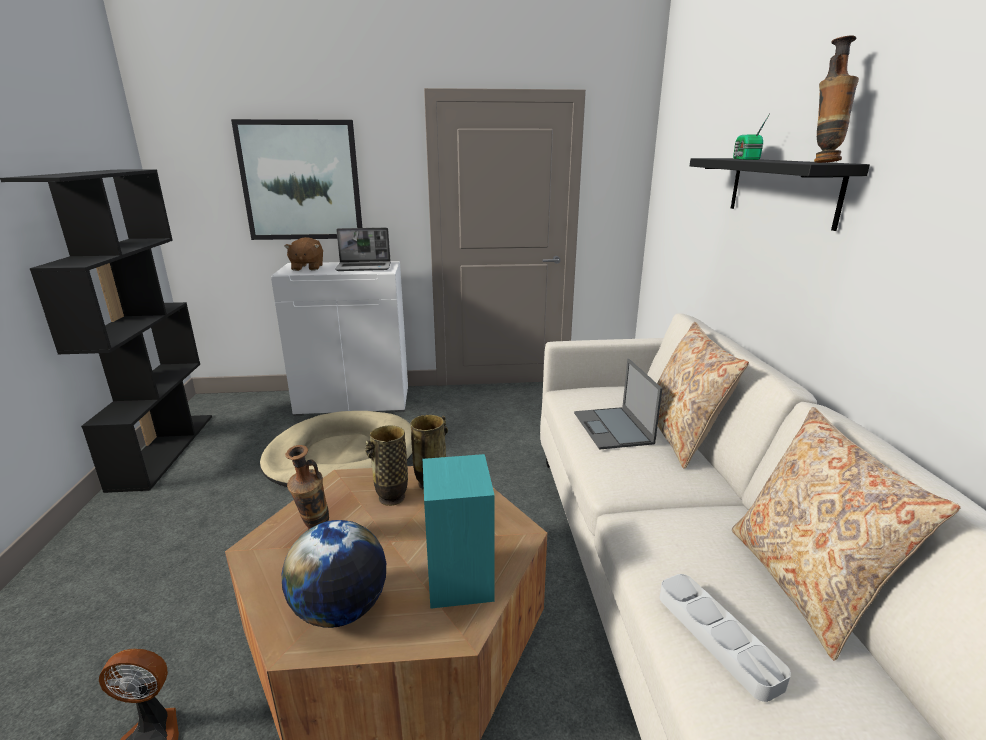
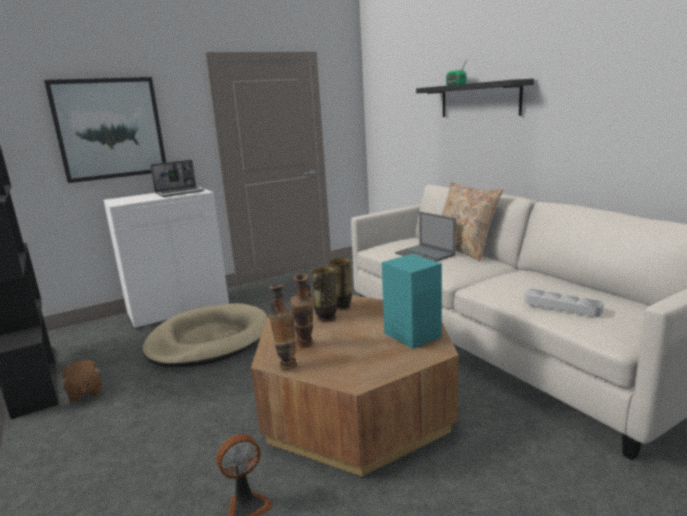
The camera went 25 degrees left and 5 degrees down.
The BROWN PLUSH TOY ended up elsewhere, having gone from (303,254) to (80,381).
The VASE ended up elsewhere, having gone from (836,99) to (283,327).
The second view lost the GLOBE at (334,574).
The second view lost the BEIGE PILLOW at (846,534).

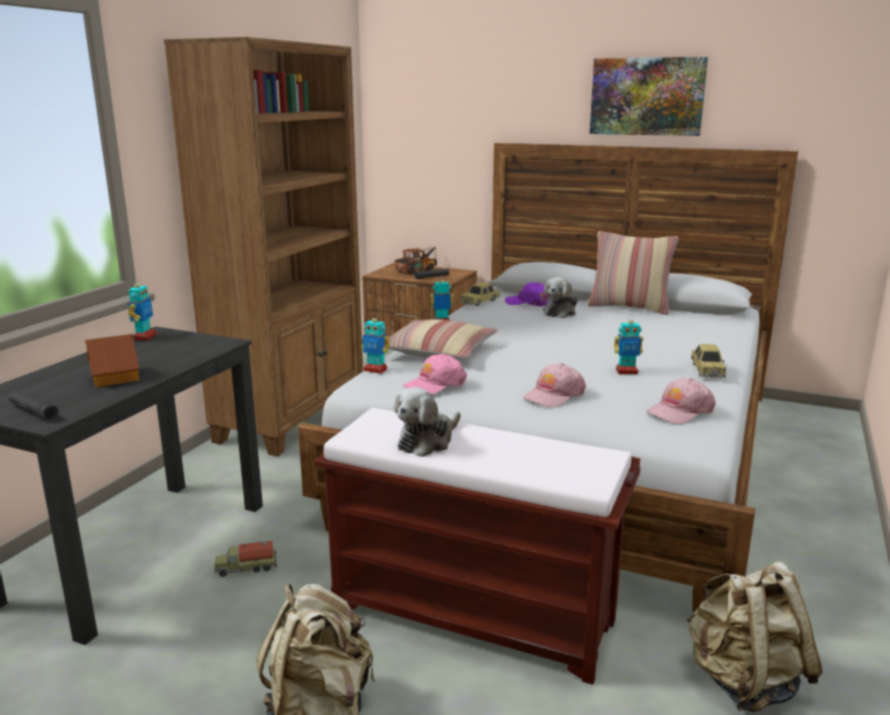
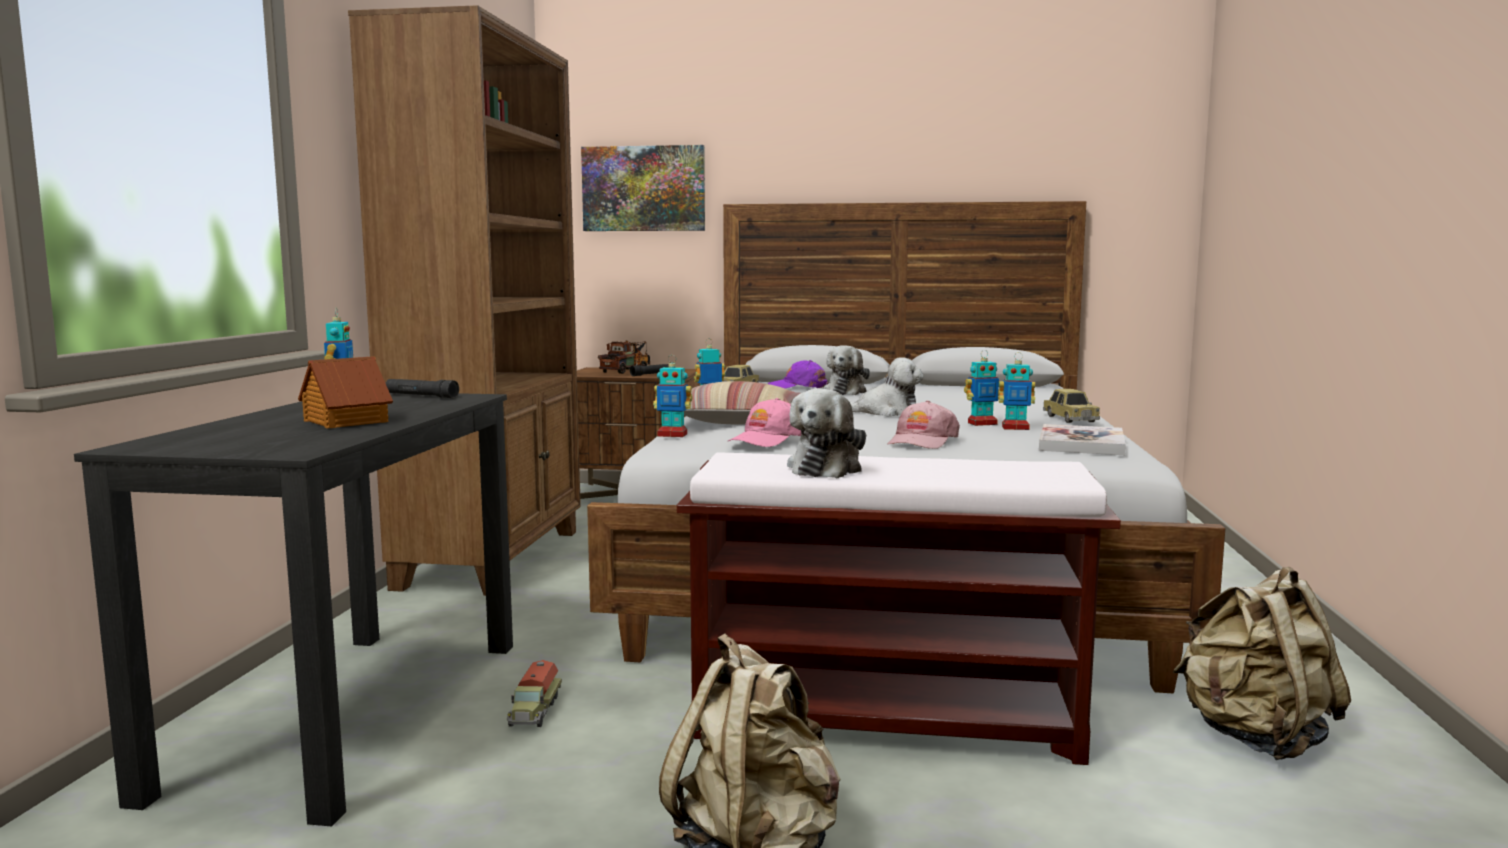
The camera went 15 degrees left and 10 degrees down.
The BLACK FLASHLIGHT ended up elsewhere, having gone from (34,406) to (422,388).
The TOY TRUCK at (245,559) ended up facing another way, 60 degrees counterclockwise from before.
The PICTURE ended up elsewhere, having gone from (649,96) to (643,188).
The second view gained the PLUSH TOY at (886,387).
The second view gained the TOY ROBOT at (1016,391).
Where the PINK CAP stood at (681,401), the BOOK came to stand at (1082,439).
The second view lost the PILLOW at (633,273).

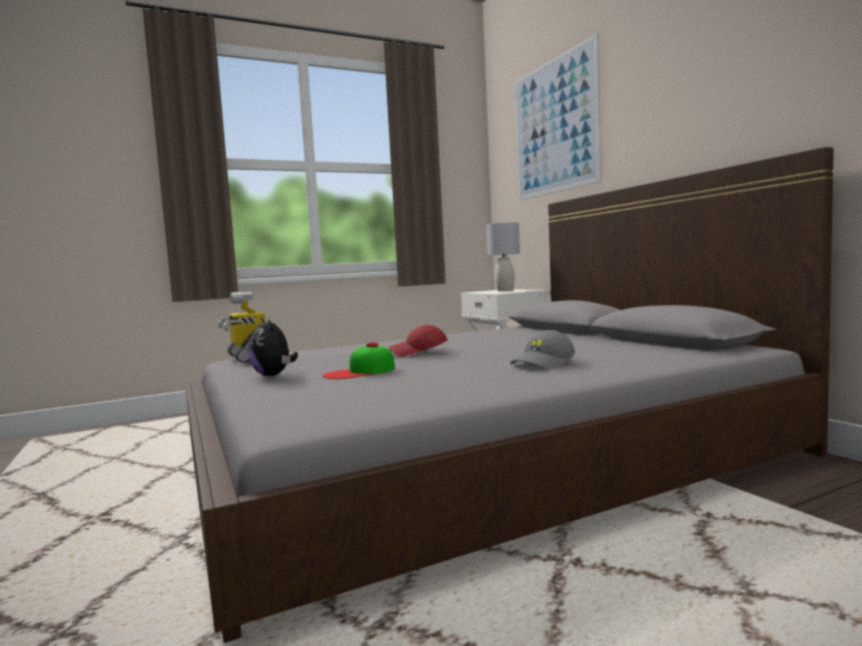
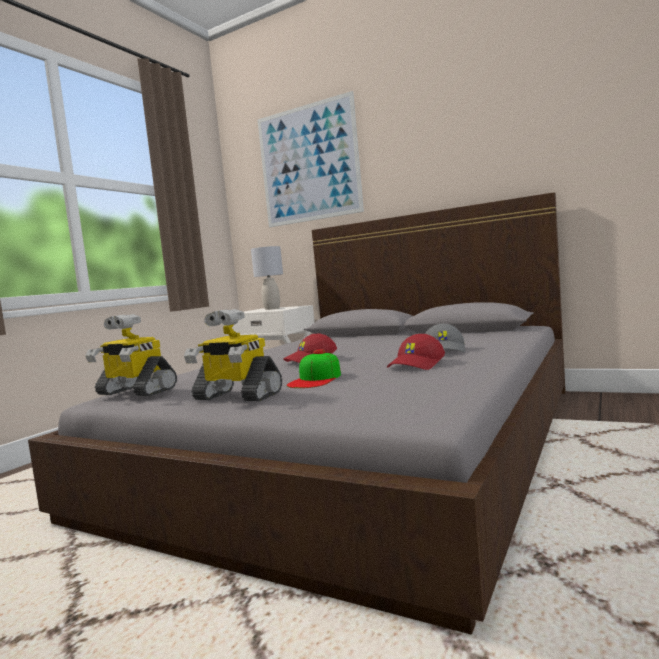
The camera went 35 degrees left and 0 degrees up.
Where the PLUSH TOY stood at (273,347), the TOY ROBOT came to stand at (233,355).
The second view gained the RED CAP at (416,352).

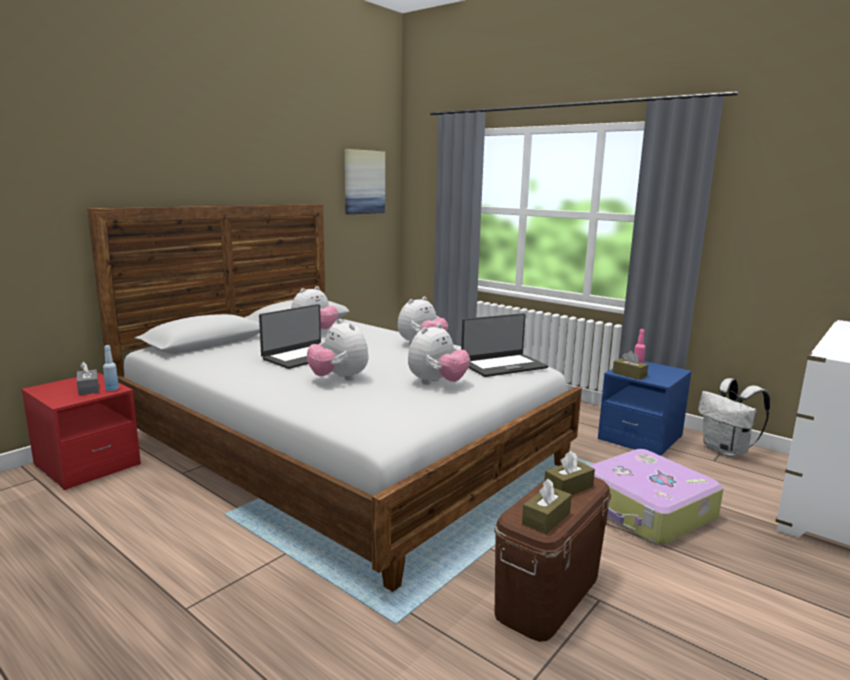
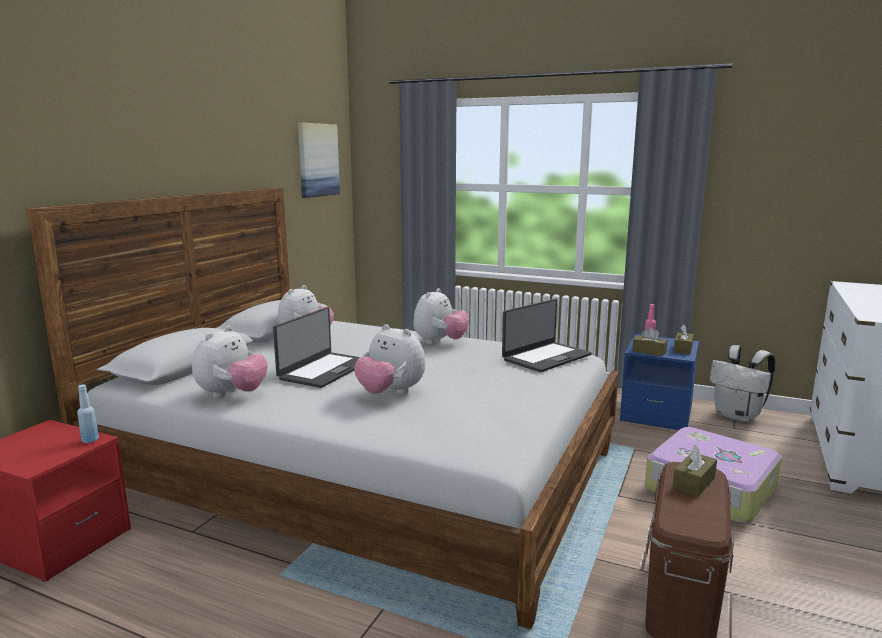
The camera went 15 degrees left and 0 degrees up.
The PLUSH TOY ended up elsewhere, having gone from (439,354) to (230,362).
The BROWN TISSUE BOX ended up elsewhere, having gone from (547,506) to (684,339).
The second view lost the GREY TISSUE BOX at (88,378).

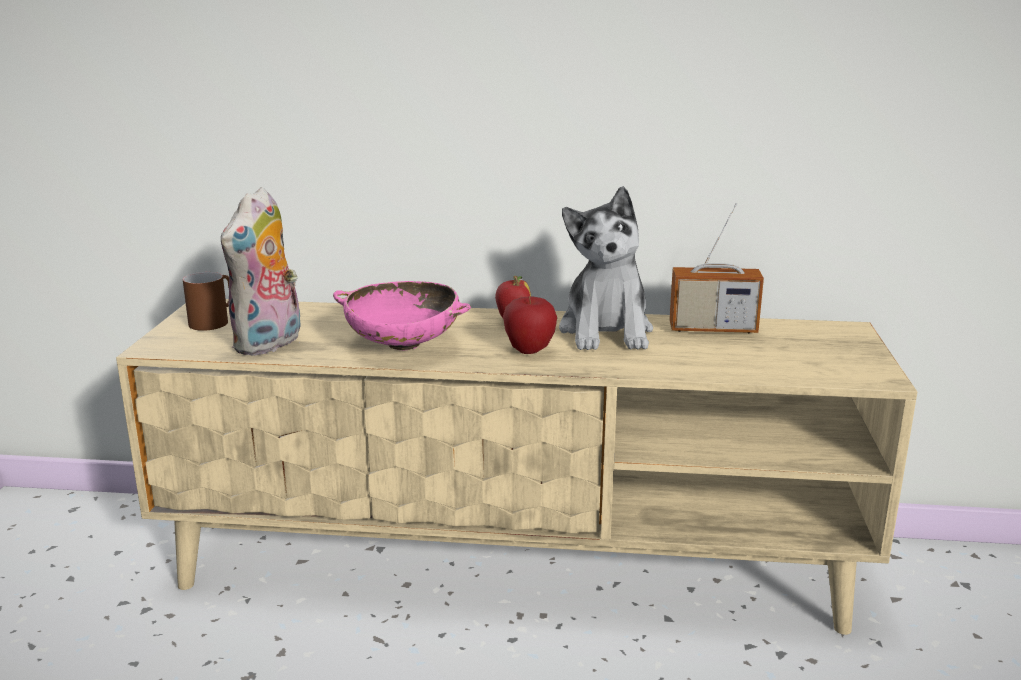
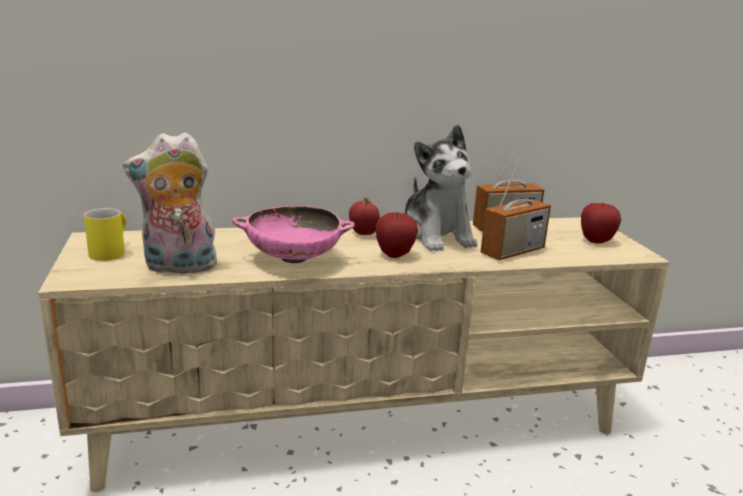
The camera went 20 degrees left and 0 degrees up.
What was the BROWN MUG at (206,301) turned into the YELLOW MUG at (105,234).
The PLUSH TOY at (261,271) ended up facing another way, 75 degrees clockwise from before.
The second view gained the RADIO at (515,205).
The second view gained the APPLE at (601,223).

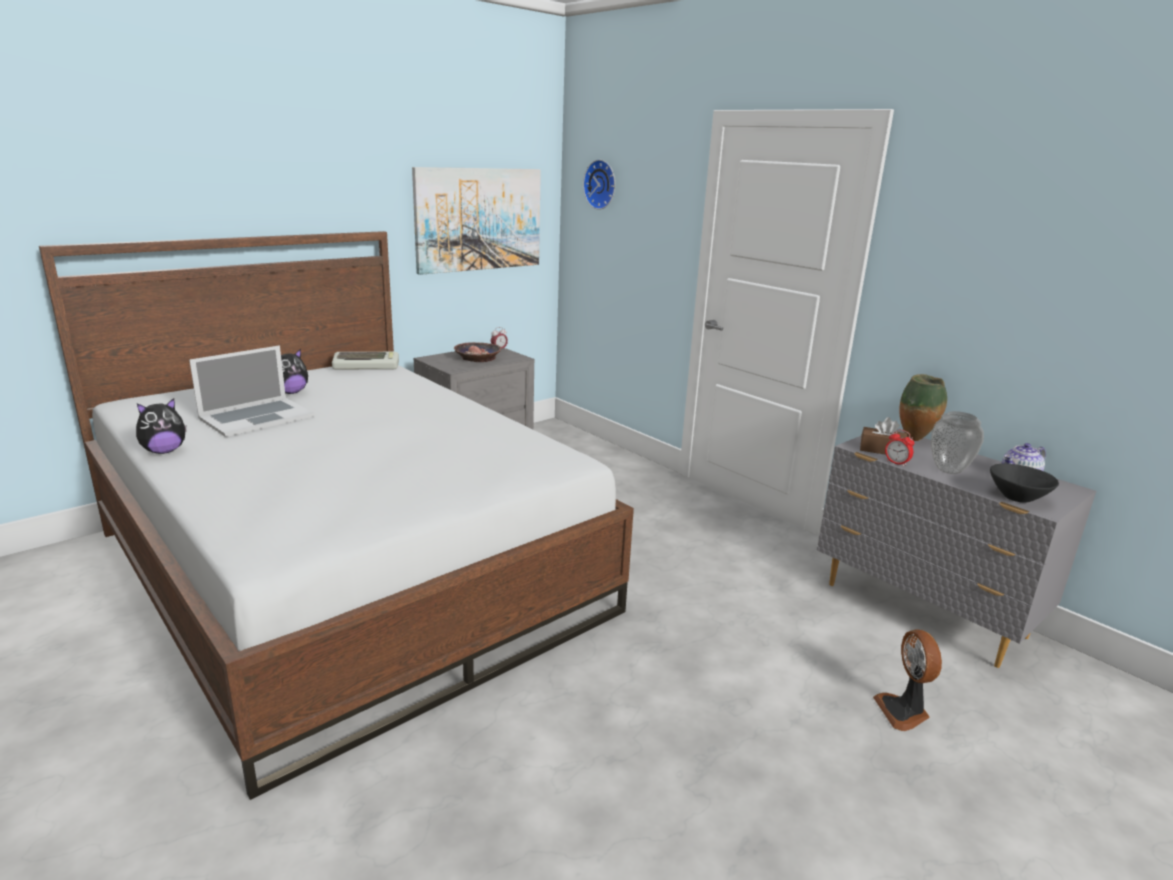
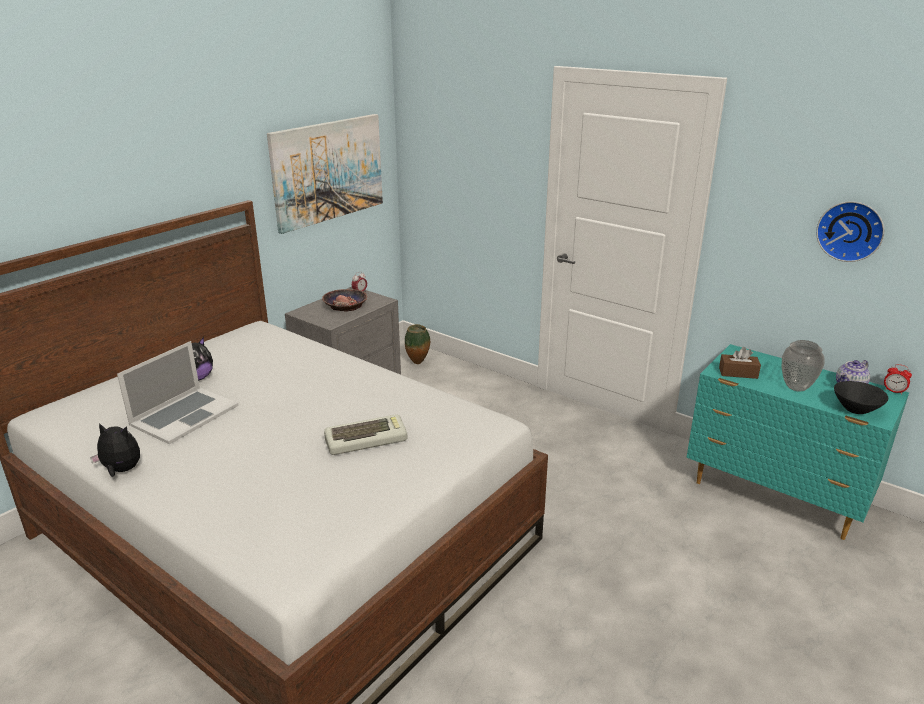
The camera went 10 degrees left and 5 degrees up.
The PLUSH TOY at (161,426) ended up facing another way, 120 degrees counterclockwise from before.
The KEYBOARD ended up elsewhere, having gone from (365,361) to (365,434).
The VASE ended up elsewhere, having gone from (923,407) to (417,344).
What was the GREY DRESSER at (956,549) turned into the TURQUOISE DRESSER at (797,442).
The WALL CLOCK ended up elsewhere, having gone from (599,185) to (850,231).
The ALARM CLOCK ended up elsewhere, having gone from (899,448) to (898,379).
The second view lost the FAN at (907,680).

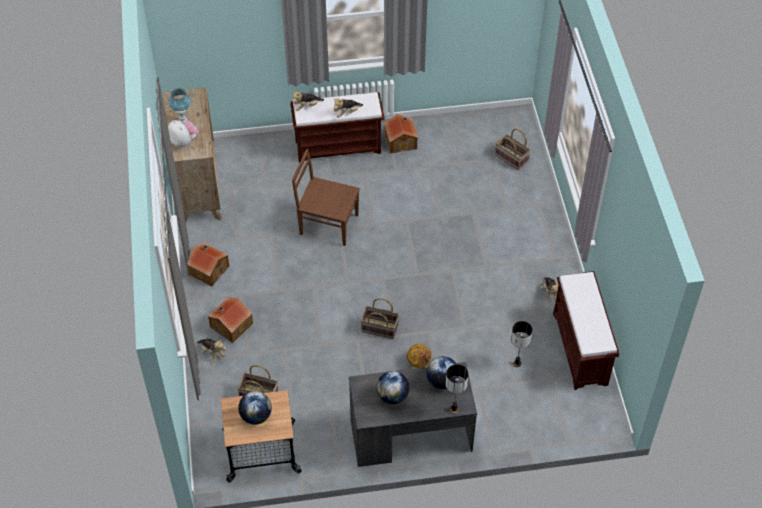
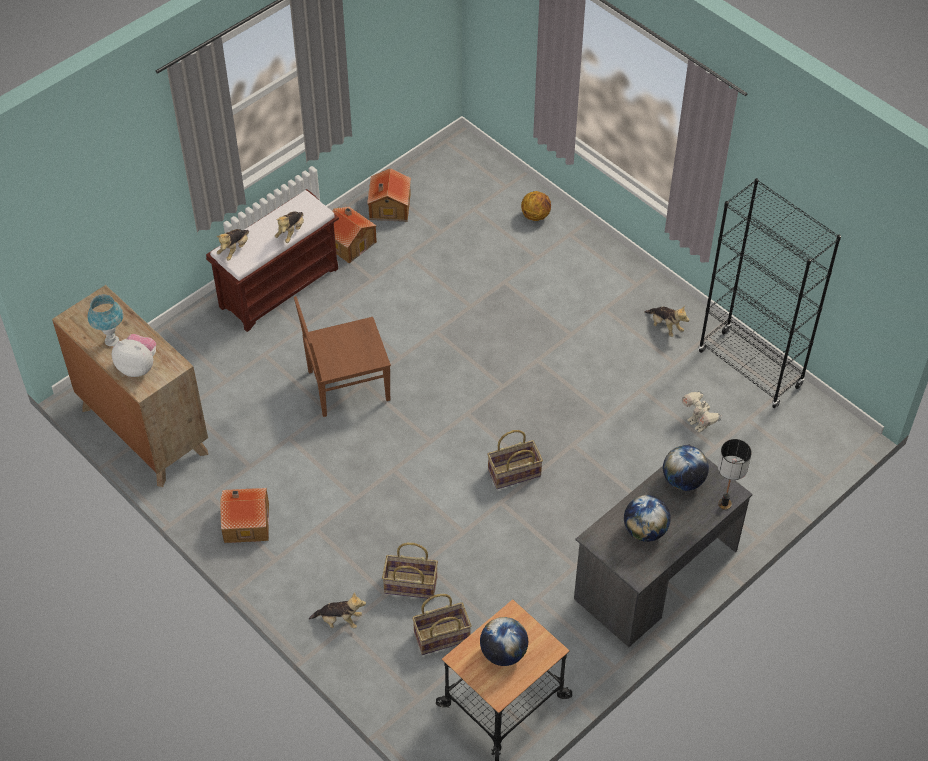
The camera went 35 degrees left and 0 degrees up.
The TOY HOUSE ended up elsewhere, having gone from (230,320) to (389,195).
The BASKET ended up elsewhere, having gone from (513,149) to (410,571).
The BASKETBALL ended up elsewhere, having gone from (419,356) to (536,206).
Where the TABLE LAMP stood at (521,344), the TOY ROBOT came to stand at (702,412).
Where the BROWN BENCH stood at (586,330), the BLACK BOOKCASE came to stand at (769,293).

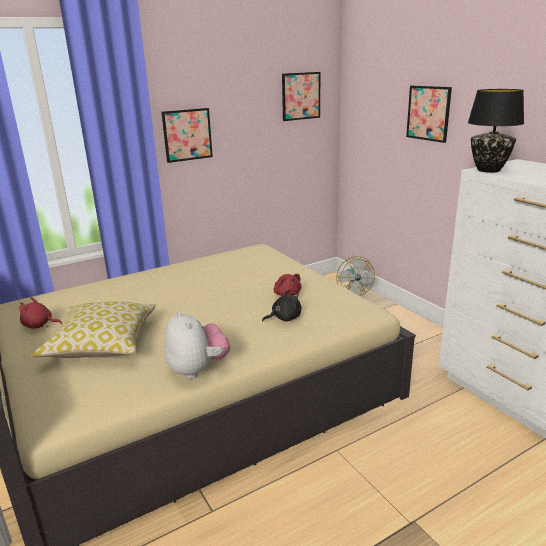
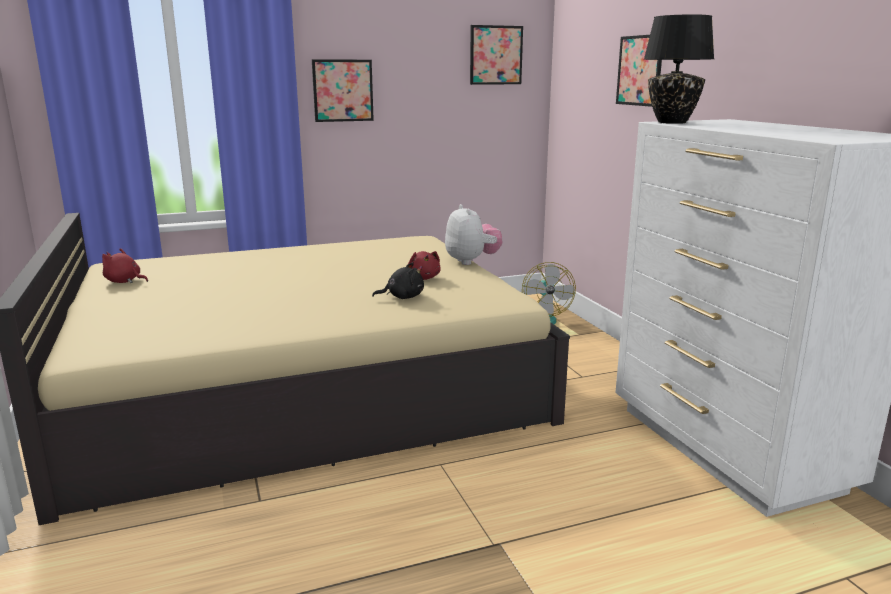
The camera went 10 degrees right and 5 degrees down.
The PLUSH TOY ended up elsewhere, having gone from (197,344) to (473,234).
The second view lost the PILLOW at (93,329).

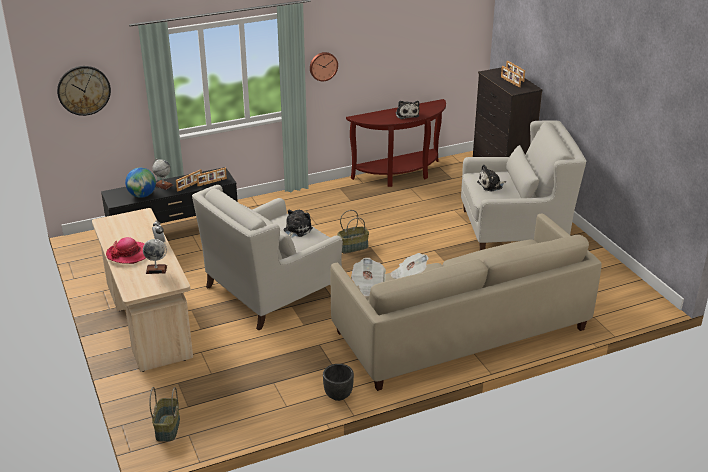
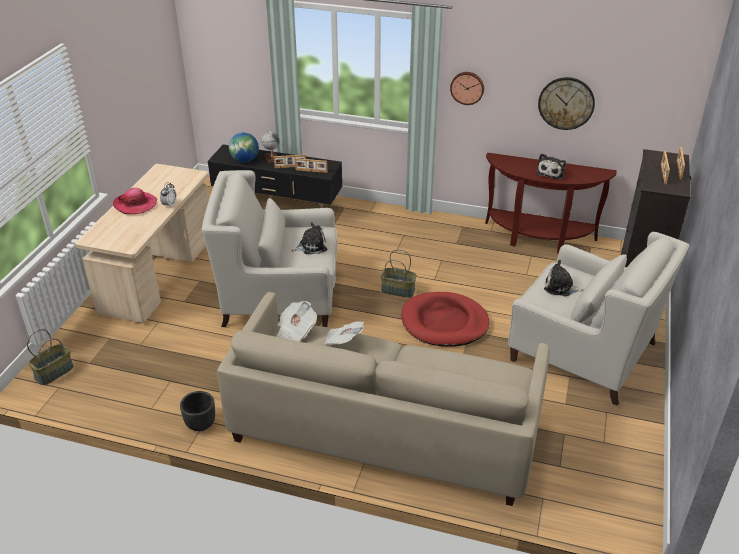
The camera went 40 degrees right and 5 degrees up.
The second view gained the RED DOG BED at (445,319).
The WALL CLOCK ended up elsewhere, having gone from (84,91) to (566,103).
The second view lost the GLOBE at (155,256).

